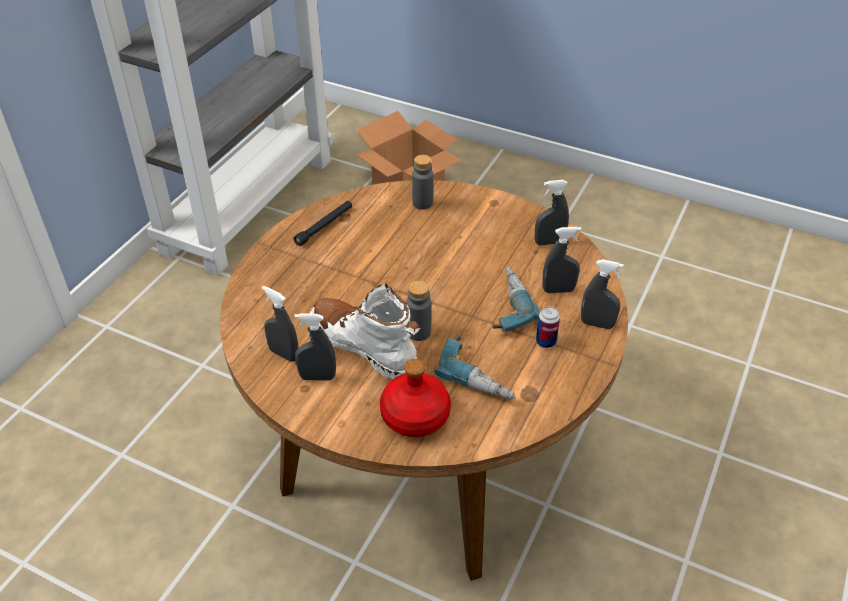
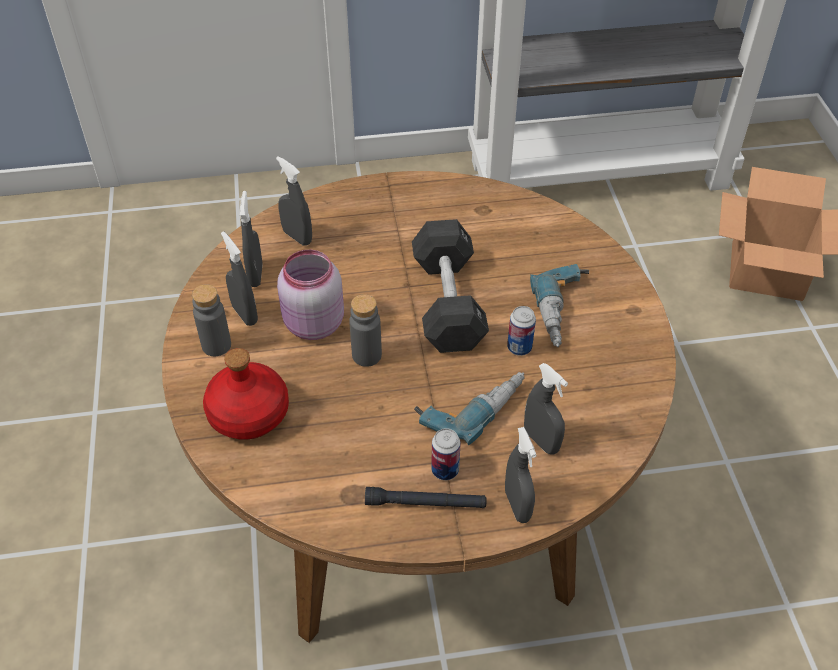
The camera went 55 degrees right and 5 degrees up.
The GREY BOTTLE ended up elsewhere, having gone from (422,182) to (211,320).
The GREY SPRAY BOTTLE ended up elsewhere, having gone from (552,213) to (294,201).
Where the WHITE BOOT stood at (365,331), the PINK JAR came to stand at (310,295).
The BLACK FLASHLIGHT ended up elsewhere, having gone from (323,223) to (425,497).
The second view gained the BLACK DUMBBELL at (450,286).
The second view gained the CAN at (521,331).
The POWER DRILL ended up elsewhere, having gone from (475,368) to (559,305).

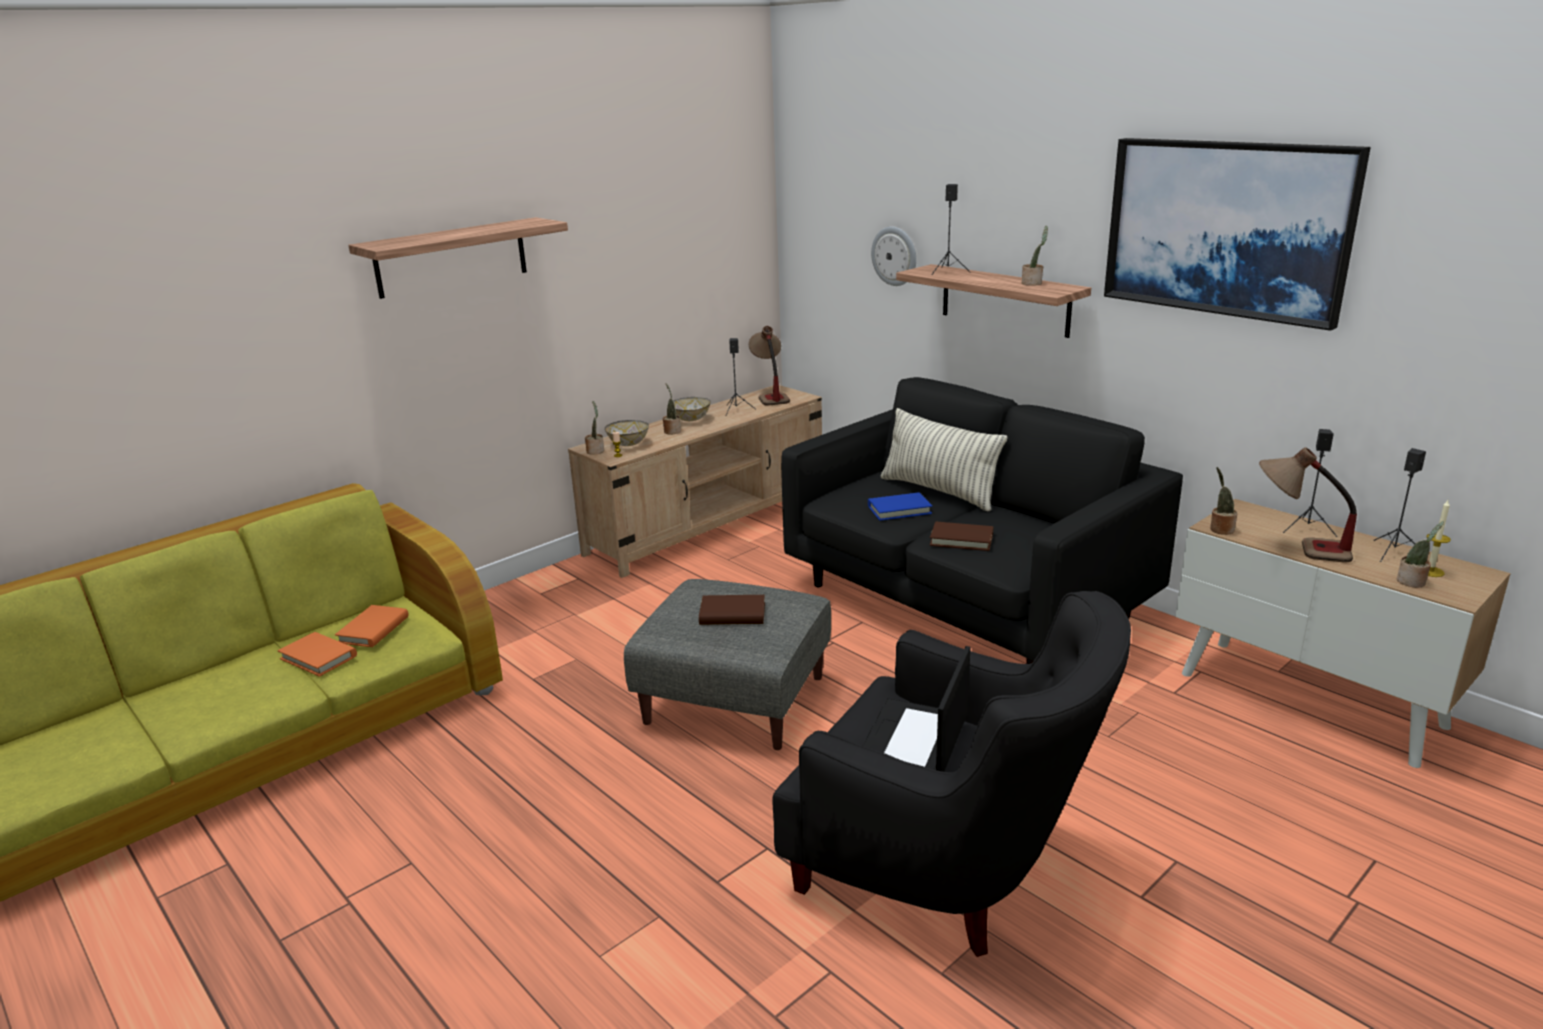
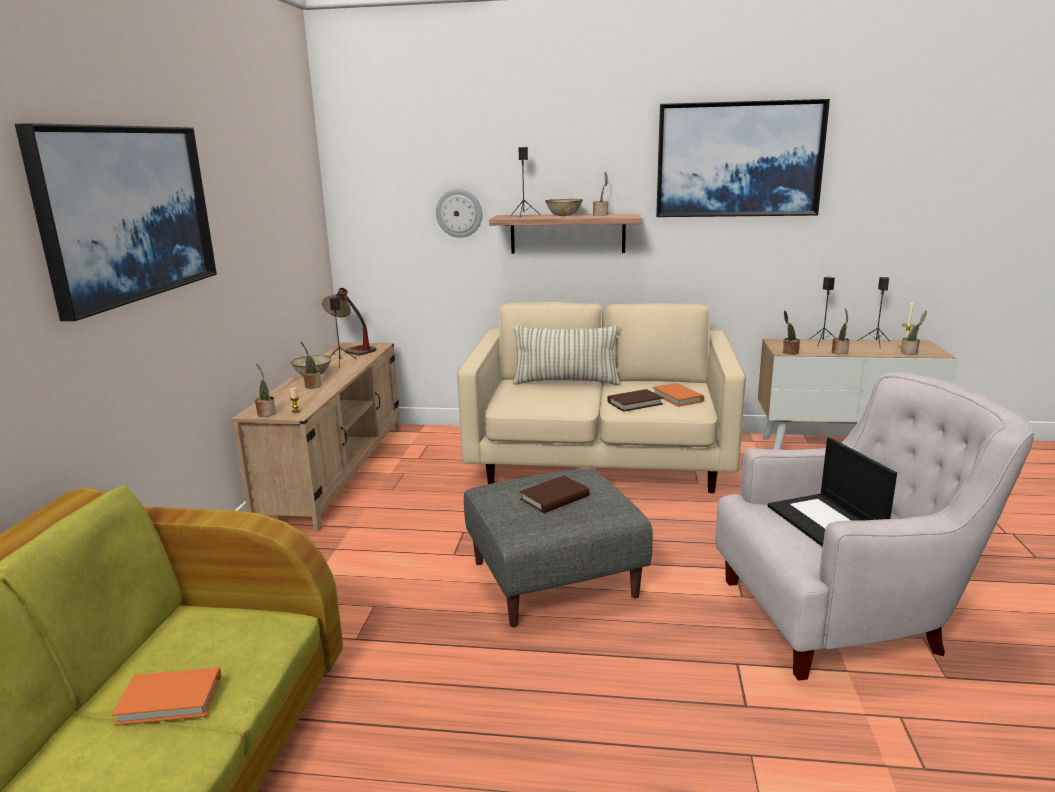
The camera went 40 degrees left and 5 degrees down.
Where the SHELF hung at (458,258), the PICTURE came to hang at (116,222).
What was the BLACK SOFA at (982,520) turned into the BEIGE SOFA at (601,397).
The BOWL ended up elsewhere, having gone from (627,433) to (564,207).
The ORANGE BOOK ended up elsewhere, having gone from (372,626) to (678,395).
What was the BLACK ARMCHAIR at (951,774) turned into the WHITE ARMCHAIR at (874,526).
Where the TABLE LAMP stood at (1308,505), the POTTED PLANT came to stand at (841,331).
The second view lost the BLUE BOOK at (900,506).

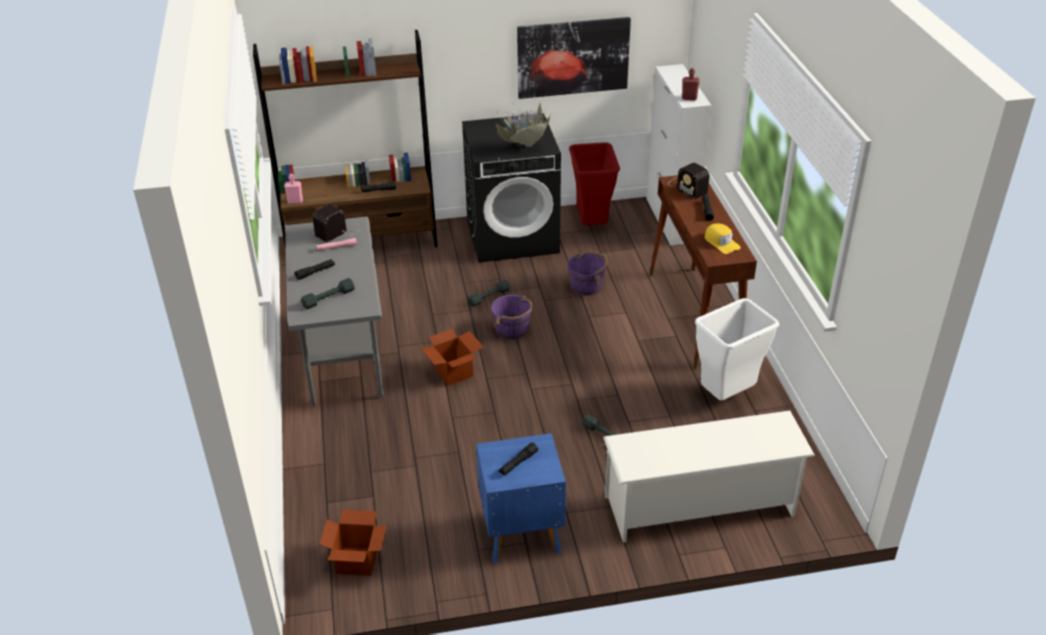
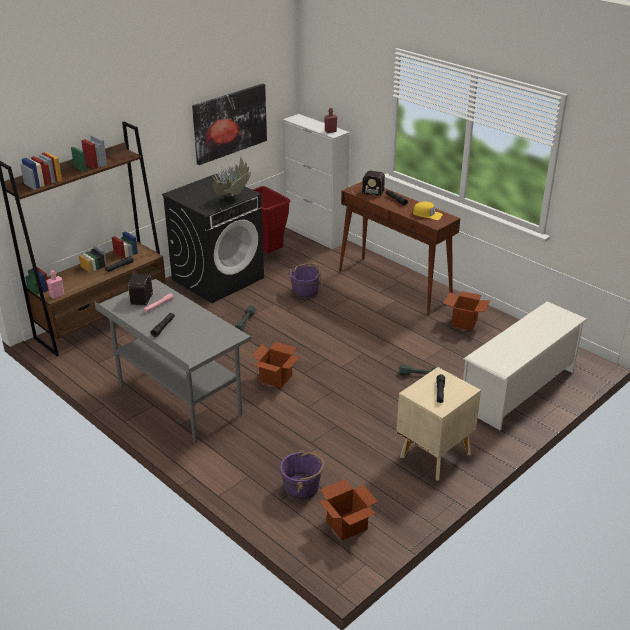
The camera went 35 degrees left and 5 degrees down.
The PURPLE BUCKET ended up elsewhere, having gone from (512,317) to (302,475).
What was the BLUE NIGHTSTAND at (521,498) turned into the BEIGE NIGHTSTAND at (438,424).
Where the WHITE TRASH CAN stood at (737,349), the CARDBOARD BOX came to stand at (466,311).
The second view lost the GREY DUMBBELL at (328,293).

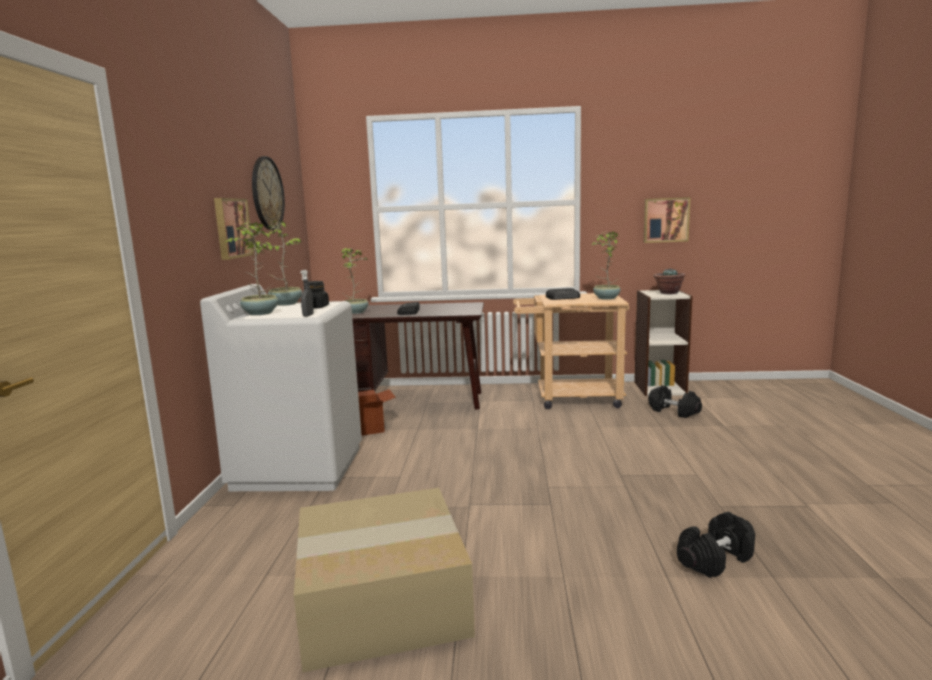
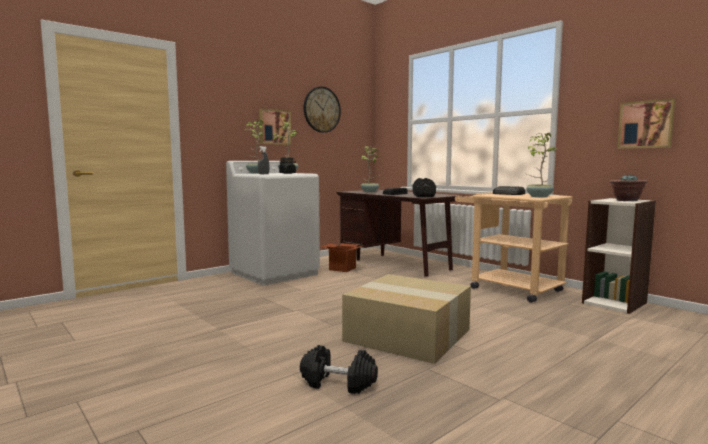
The camera went 45 degrees right and 5 degrees down.
The CARDBOARD BOX ended up elsewhere, having gone from (384,580) to (406,319).
The BLACK DUMBBELL ended up elsewhere, having gone from (675,401) to (424,187).

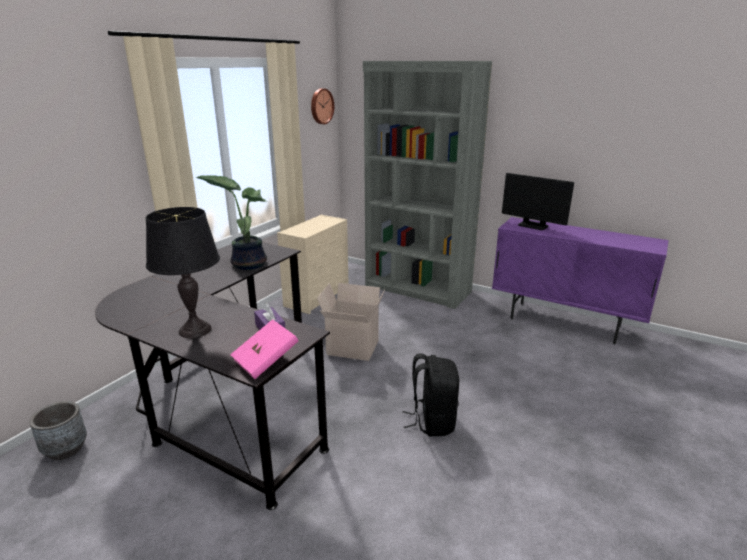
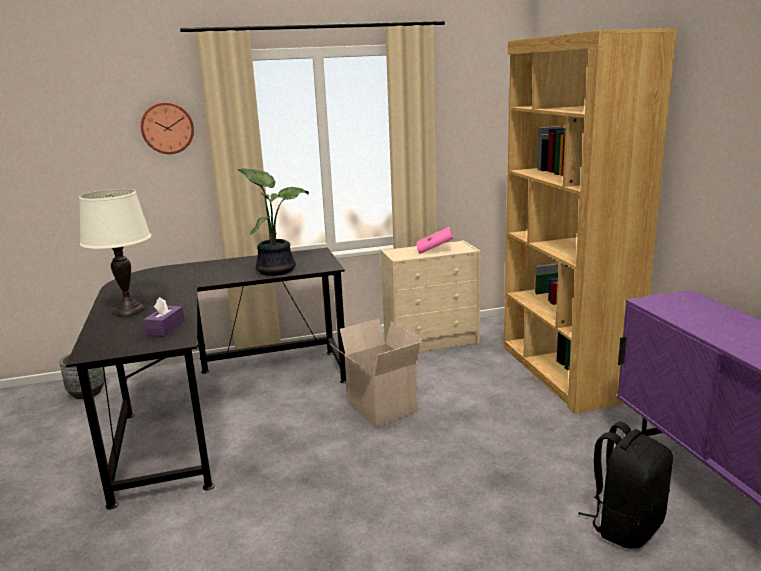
The camera went 45 degrees right and 5 degrees down.
What was the BLACK TABLE LAMP at (183,272) turned into the WHITE TABLE LAMP at (115,252).
The WALL CLOCK ended up elsewhere, having gone from (322,106) to (167,128).
The PINK BOOK ended up elsewhere, having gone from (264,349) to (435,240).
What was the GREY BOOKCASE at (427,185) turned into the BROWN BOOKCASE at (590,221).
The BLACK BACKPACK ended up elsewhere, having gone from (431,394) to (625,485).
The second view lost the MONITOR at (538,201).

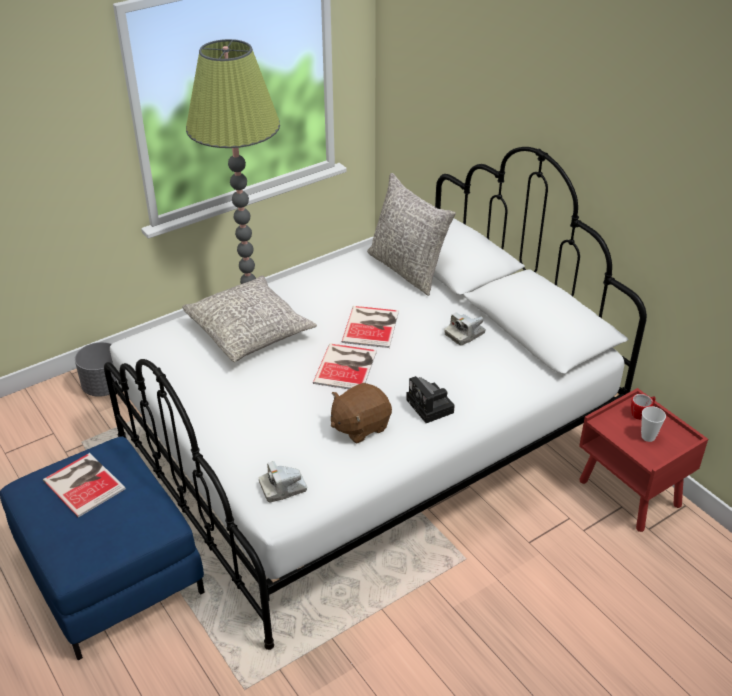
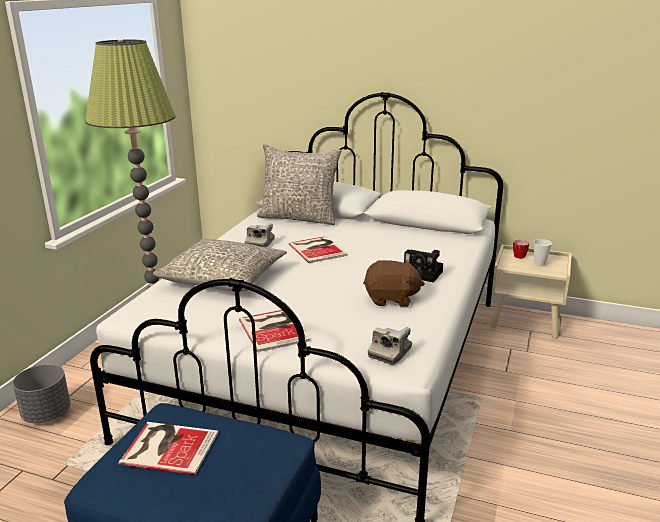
The camera went 35 degrees left and 15 degrees down.
The BOOK ended up elsewhere, having gone from (345,366) to (274,331).
The PHOTO CAMERA ended up elsewhere, having gone from (465,329) to (260,235).
The BROWN PLUSH TOY at (361,413) ended up facing another way, 105 degrees counterclockwise from before.
What was the RED NIGHTSTAND at (643,460) turned into the BEIGE NIGHTSTAND at (531,292).

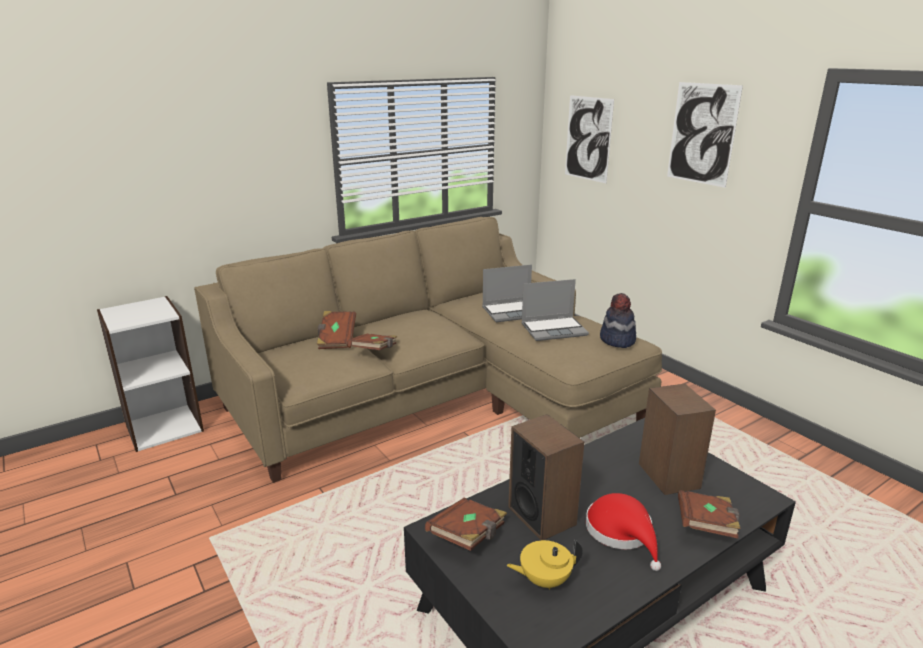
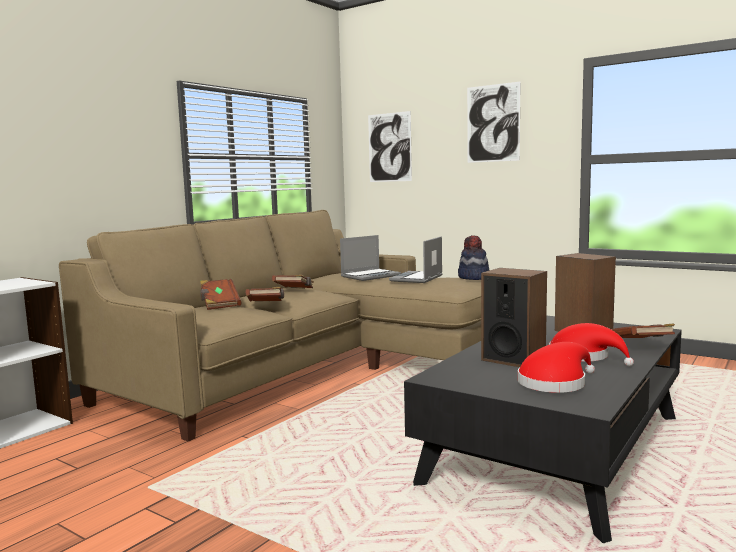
The camera went 20 degrees left and 15 degrees down.
The BROWN BOOK ended up elsewhere, having gone from (466,524) to (293,281).
The LAPTOP at (555,310) ended up facing another way, 150 degrees clockwise from before.
Where the YELLOW TEAPOT stood at (545,565), the RED HAT came to stand at (556,367).

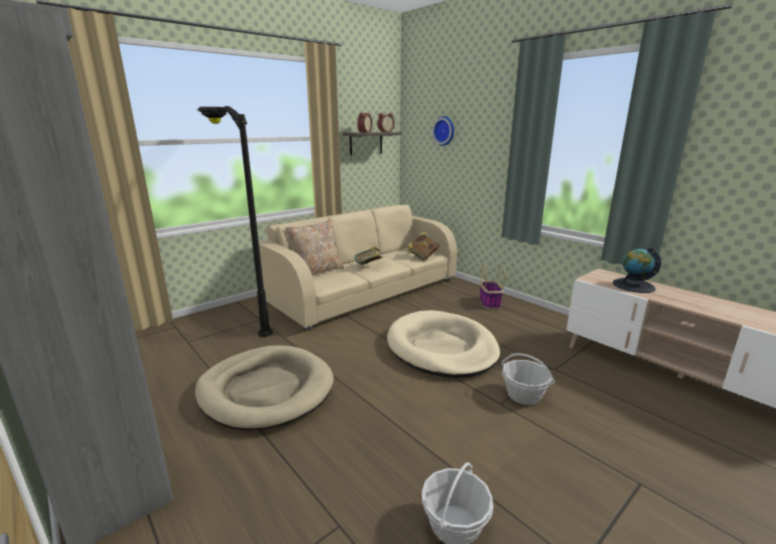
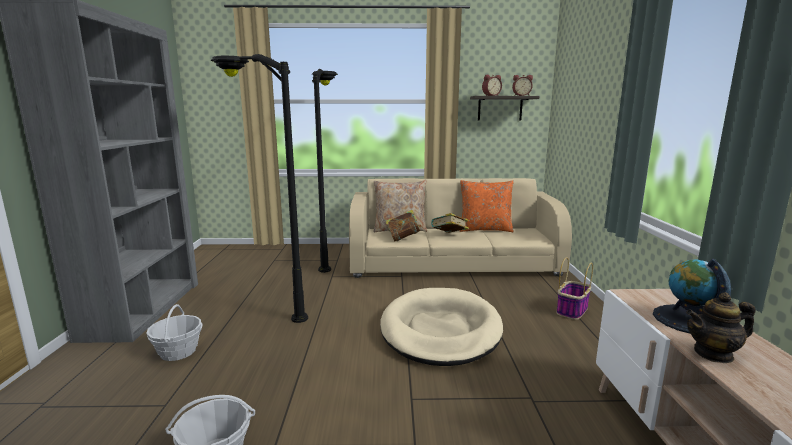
The camera went 40 degrees right and 5 degrees down.
The BASKET ended up elsewhere, having gone from (528,379) to (174,332).
Where the BEIGE DOG BED stood at (264,388), the BLACK FLOOR LAMP came to stand at (259,188).
The BOOK ended up elsewhere, having gone from (423,246) to (404,226).
The second view gained the ORANGE PILLOW at (486,206).
The second view gained the TEAPOT at (721,327).
The second view lost the WALL CLOCK at (443,131).

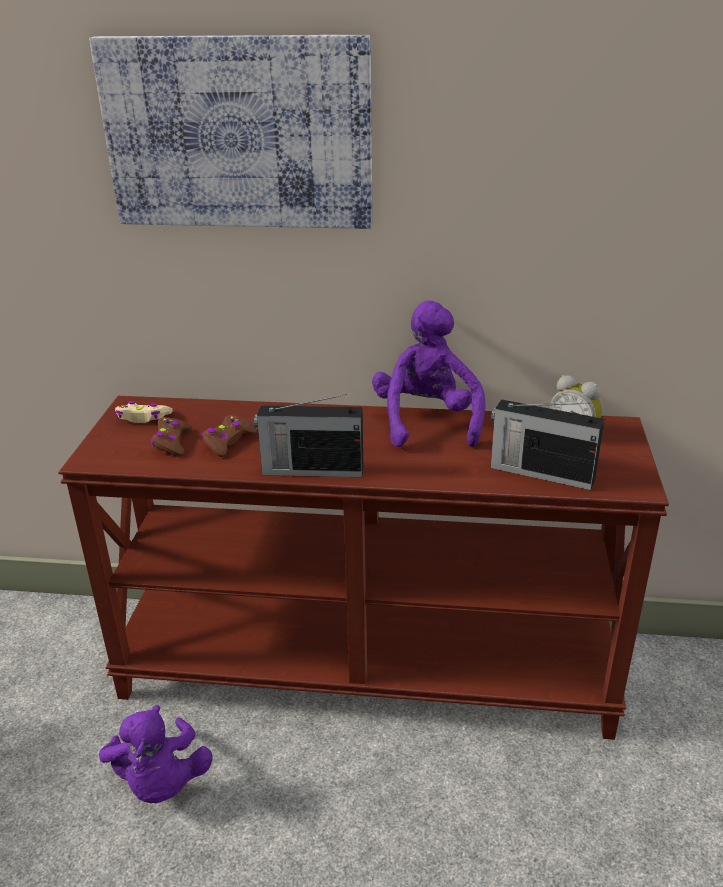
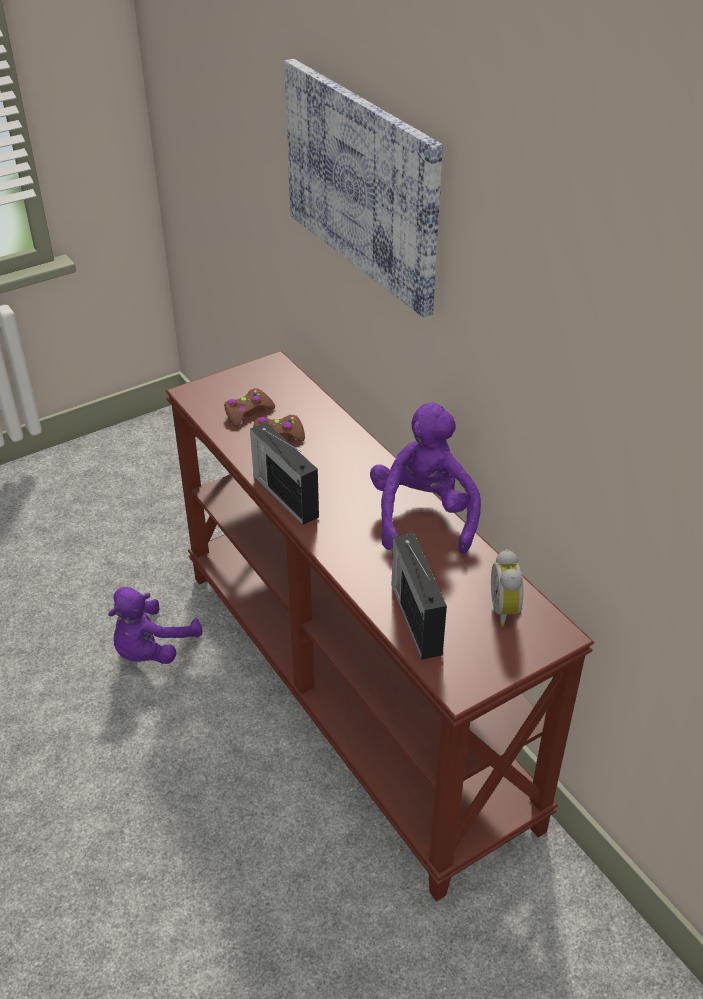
The camera went 50 degrees right and 10 degrees up.
The PURPLE PLUSH TOY at (428,373) ended up facing another way, 45 degrees counterclockwise from before.
The second view lost the BEIGE GAME CONTROLLER at (144,412).

